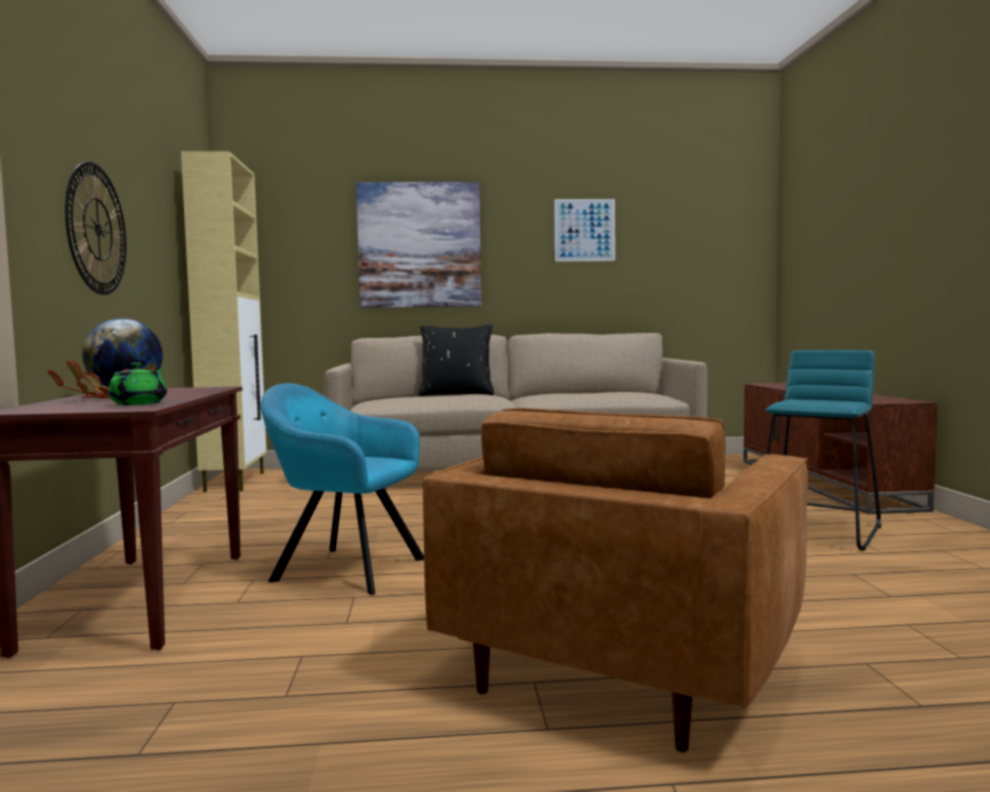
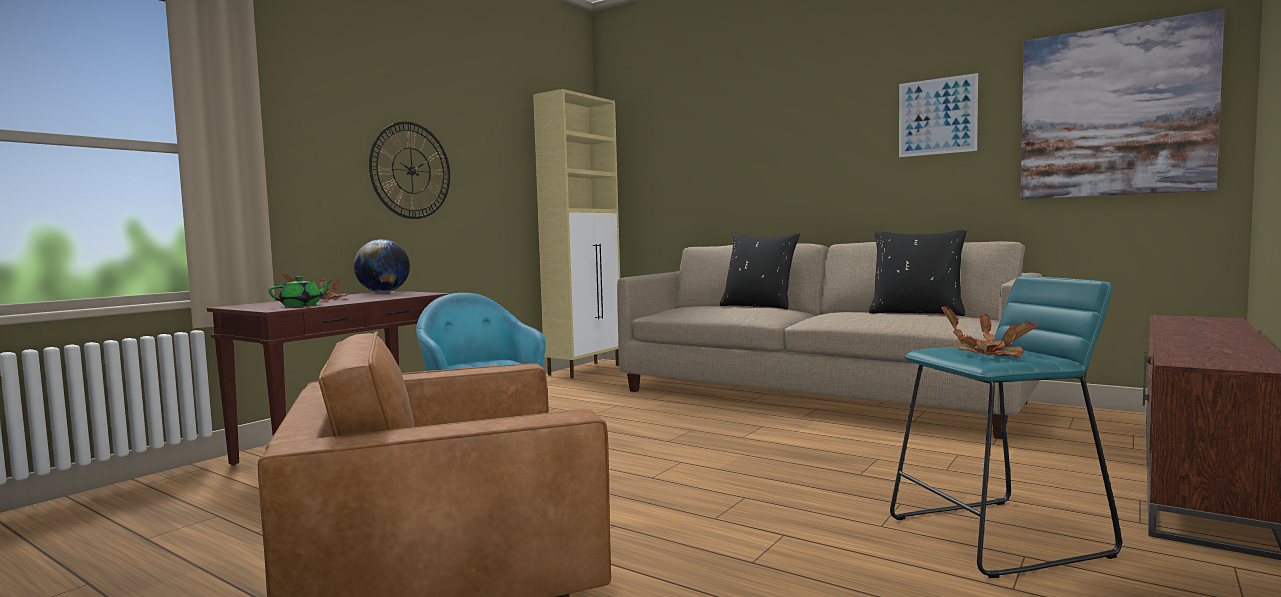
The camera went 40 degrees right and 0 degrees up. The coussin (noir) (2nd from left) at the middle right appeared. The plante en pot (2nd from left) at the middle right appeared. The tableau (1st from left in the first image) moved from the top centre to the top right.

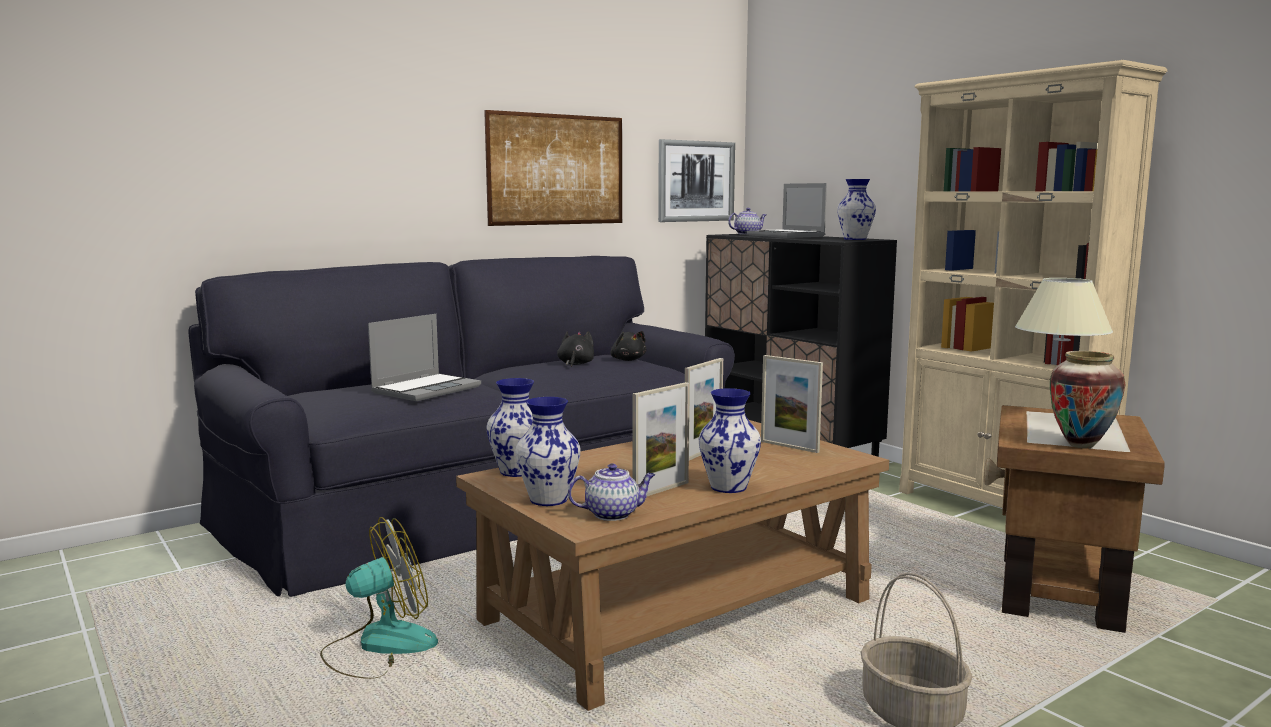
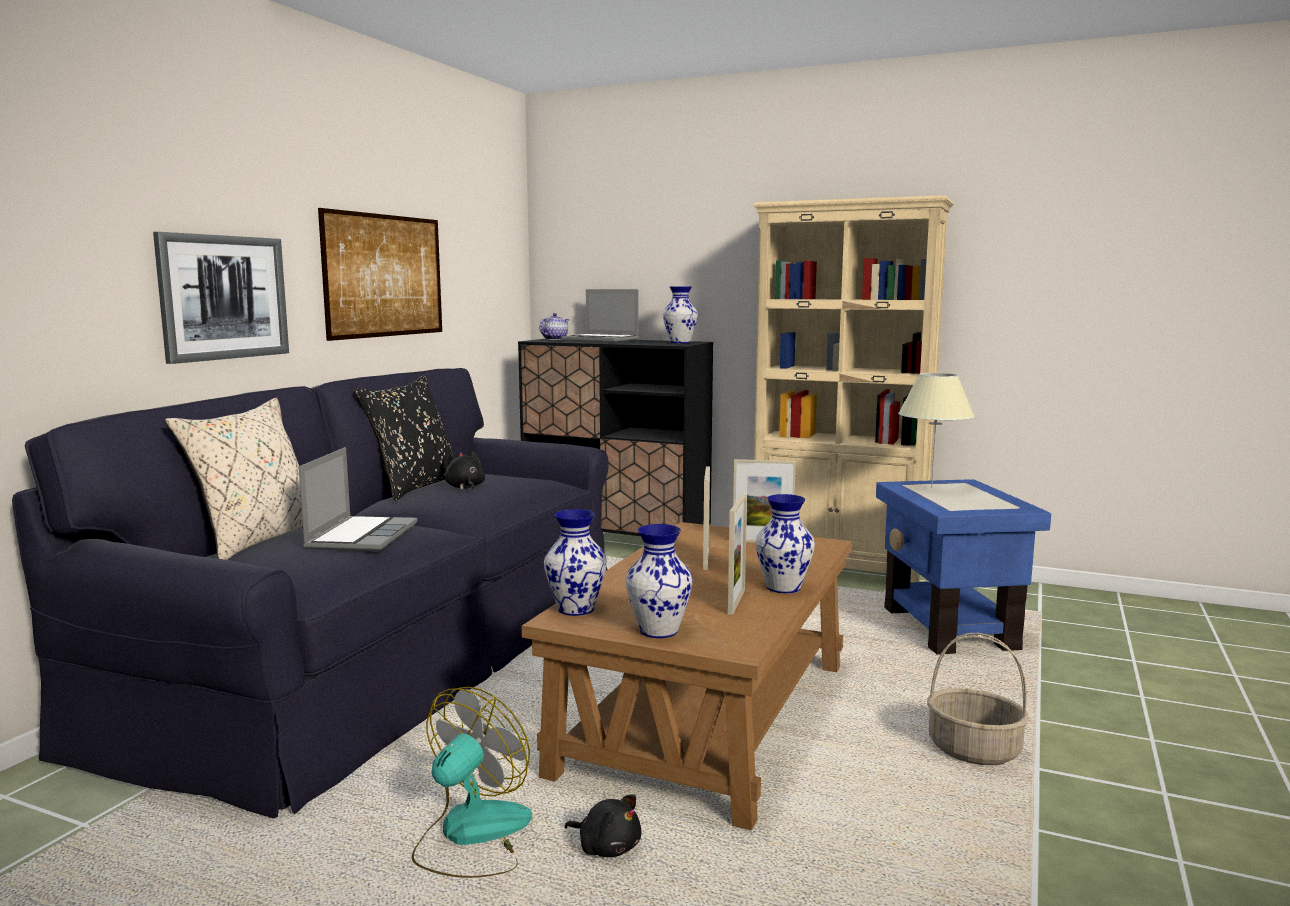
The camera went 30 degrees left and 0 degrees up. The théière (1st from left) at the bottom centre disappeared. The vase (5th from left) at the middle right disappeared. The coussin (beige) at the middle left appeared. The coussin (noir) at the middle left appeared. The peluche (noir) (2nd from left) moved from the centre to the bottom centre. The tableau (2nd from left in the first image) moved from the top centre to the top left. The table d'appoint (marron) at the bottom right became the table d'appoint (bleu) at the middle right.

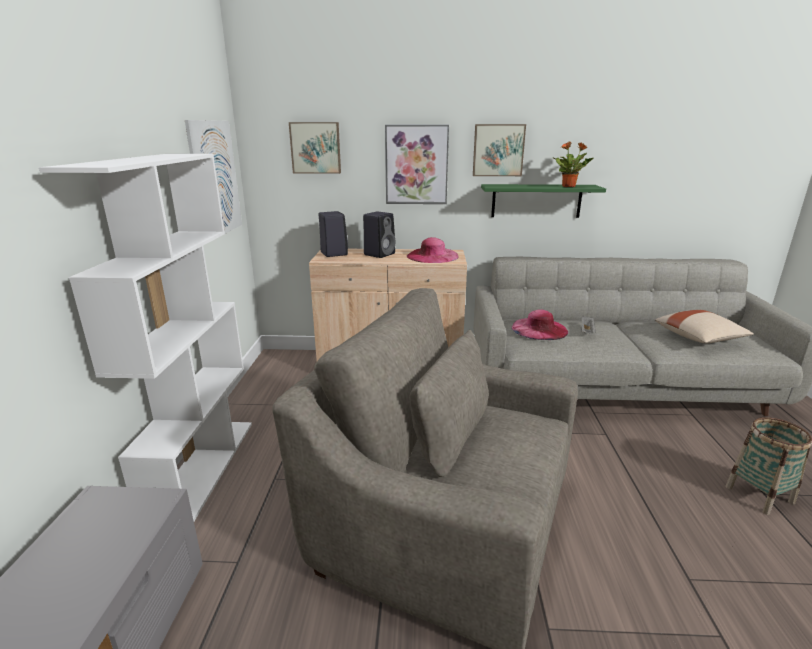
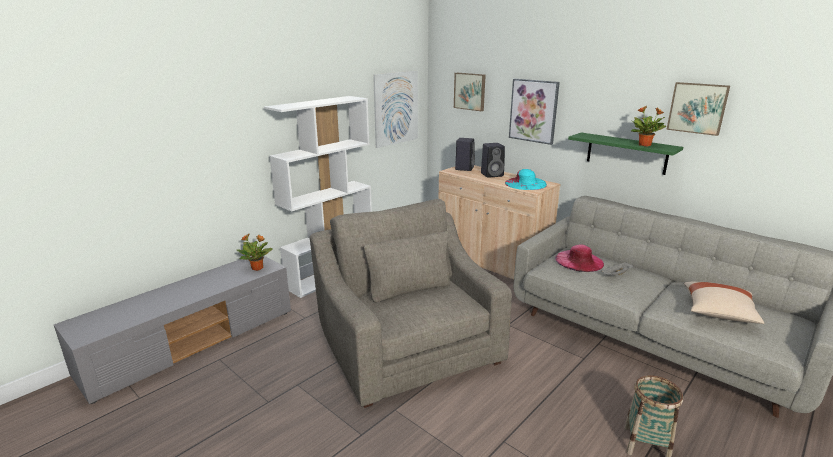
The camera went 40 degrees right and 0 degrees up. The plante en pot (1st from left) at the middle left appeared. The tableau (4th from left) moved from the top centre to the top right. The chapeau (rose) (1st from left) at the centre became the chapeau (turquoise) at the centre.

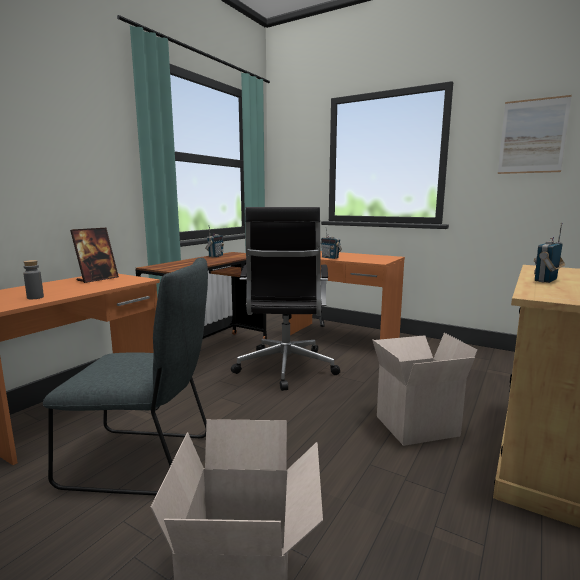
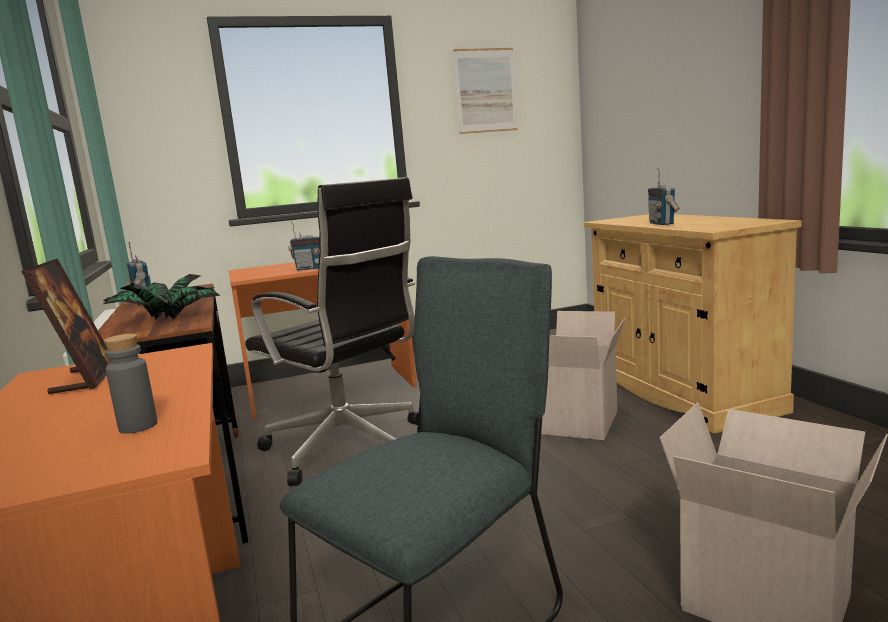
The camera went 50 degrees left and 0 degrees up. The plante en pot at the middle left appeared.

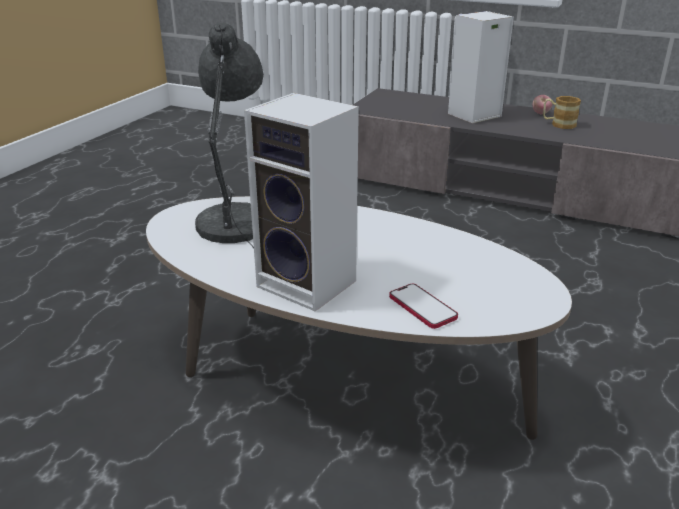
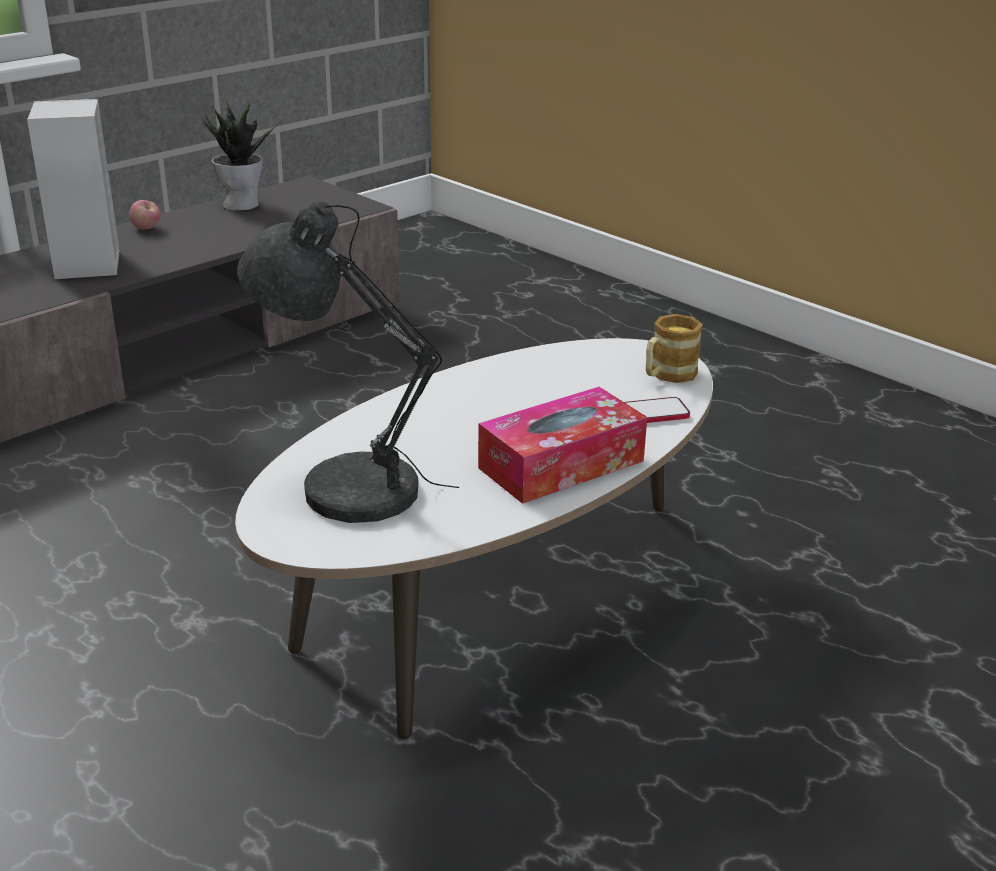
The camera went 70 degrees left and 0 degrees up. The plante en pot at the top left appeared. The mug moved from the top right to the middle right. The enceinte (1st from left) at the centre was replaced by the boîte à mouchoirs at the centre.

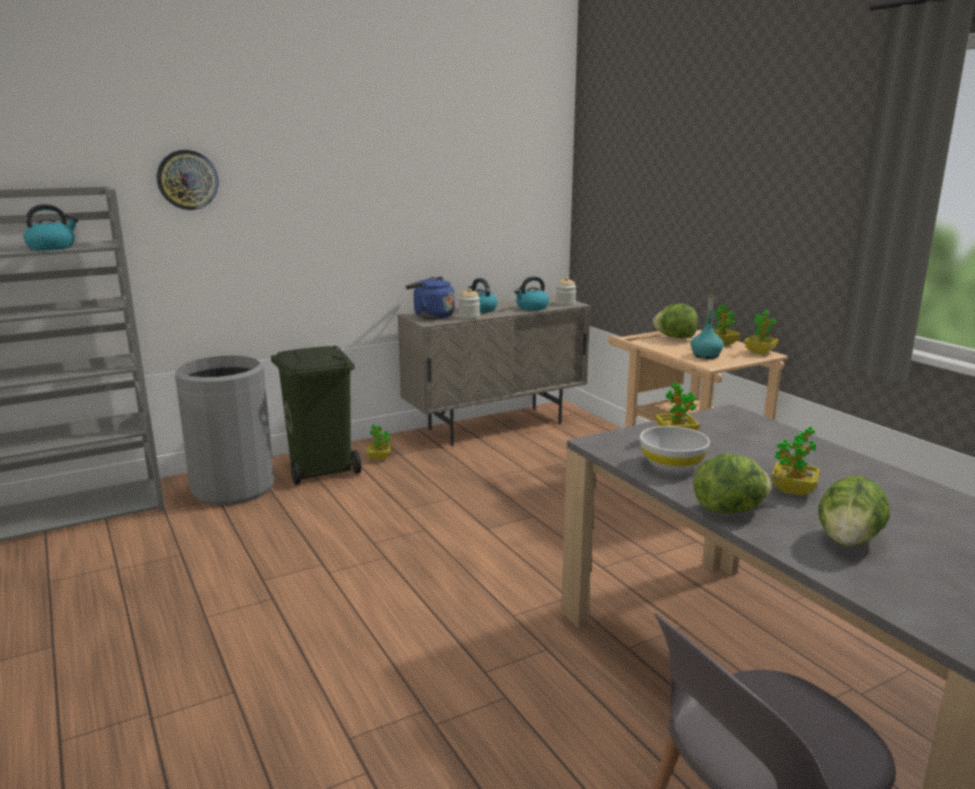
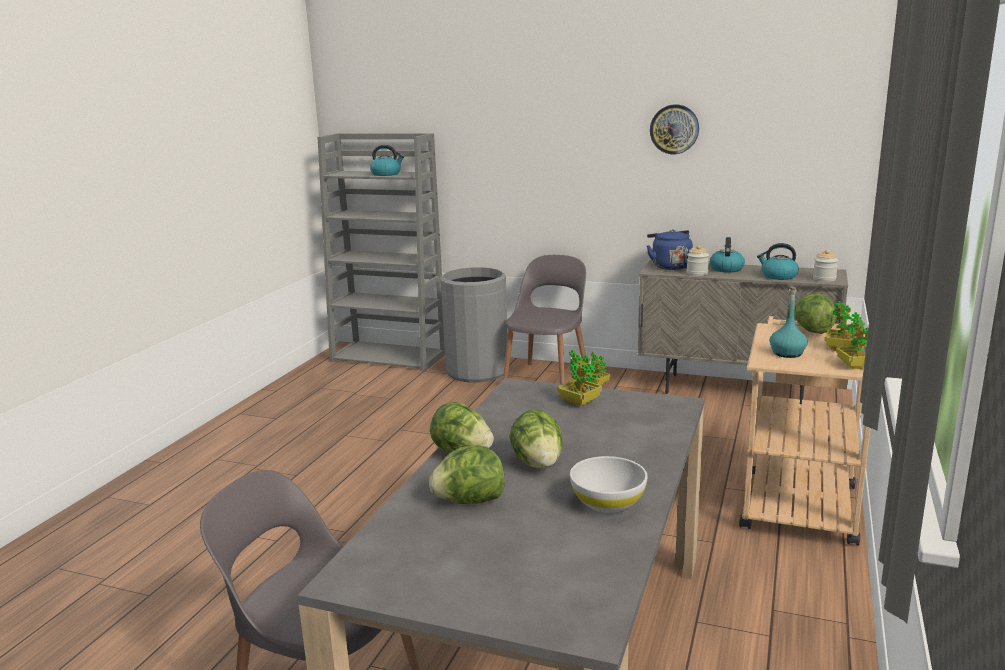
The camera went 50 degrees right and 0 degrees up. The horloge murale moved from the top left to the top right. The bol (blanc) moved from the middle right to the bottom centre. The poubelle (vert) at the middle left was replaced by the chaise (gris) (2nd from left) at the centre. The plante en pot (5th from left) at the middle right was replaced by the laitue (3rd from left) at the centre.

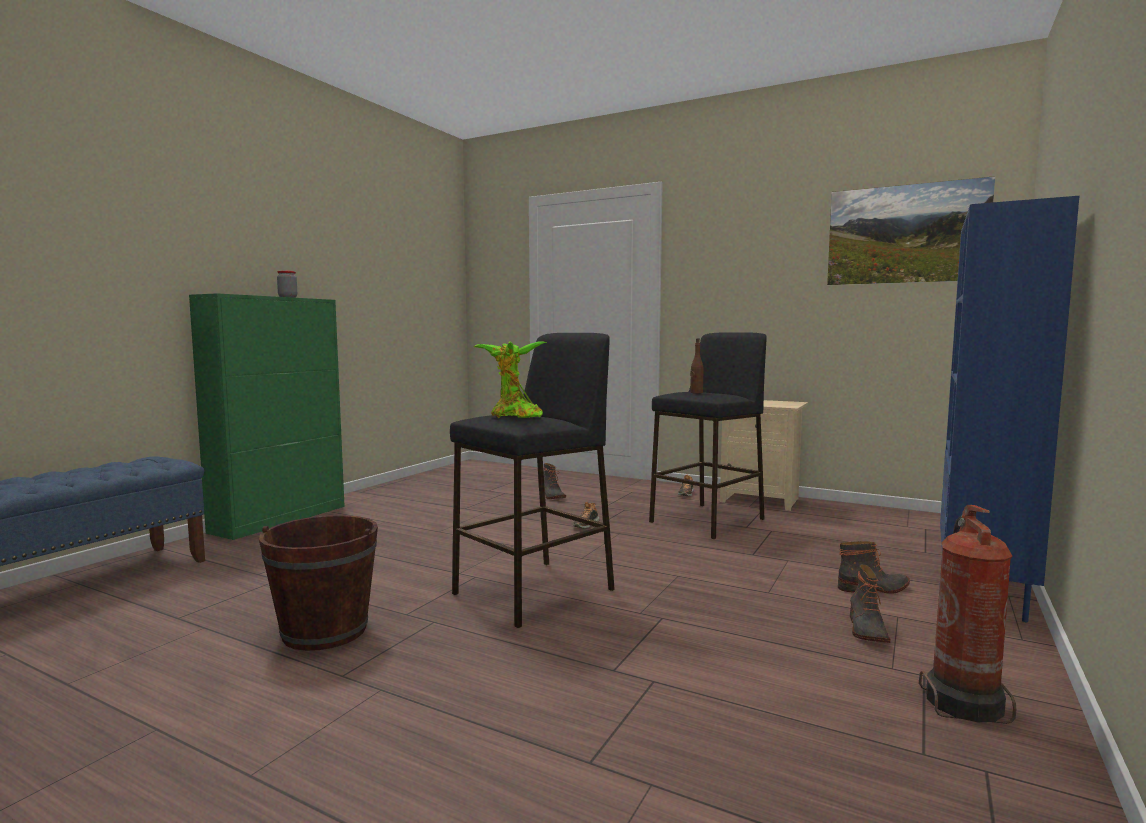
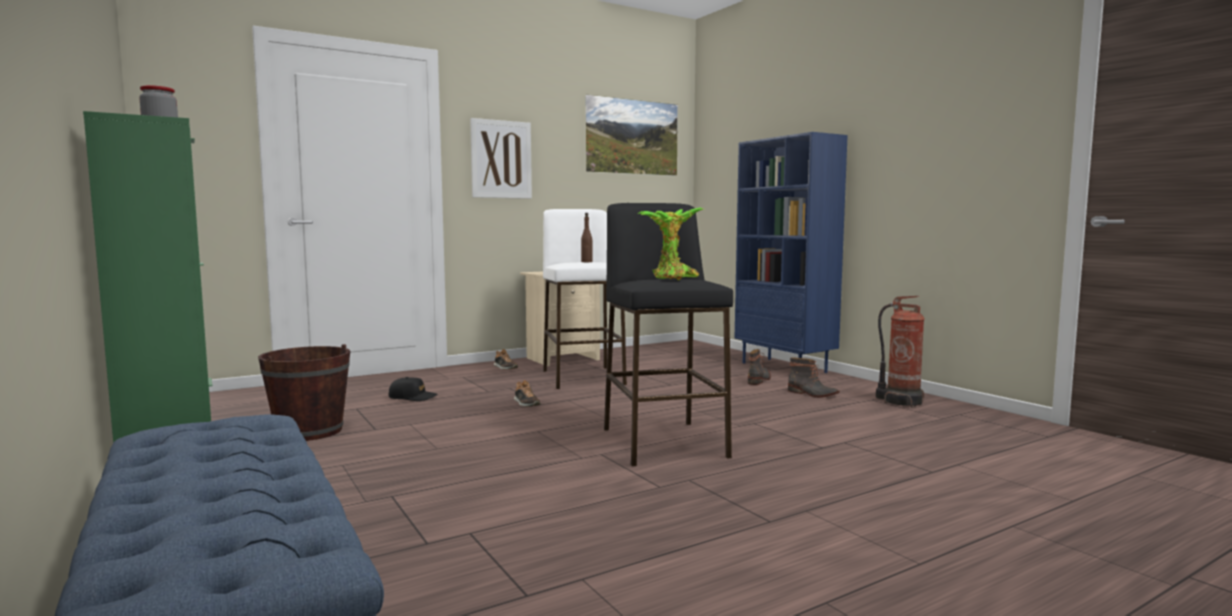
The camera went 60 degrees left and 0 degrees up. The tableau (1st from left) at the top centre appeared. The seau (marron) moved from the bottom left to the middle left. The botte (1st from left) at the centre was replaced by the casquette (noir) at the centre. The tabouret (noir) (2nd from left) at the centre became the tabouret (blanc) at the centre.

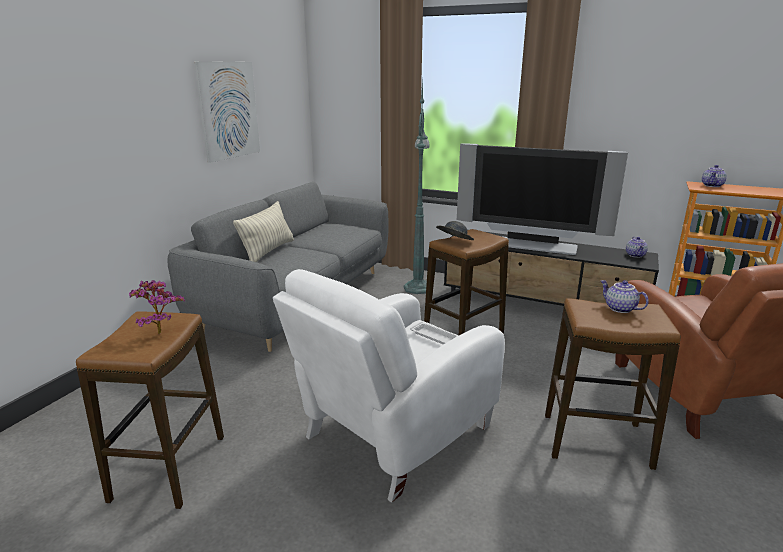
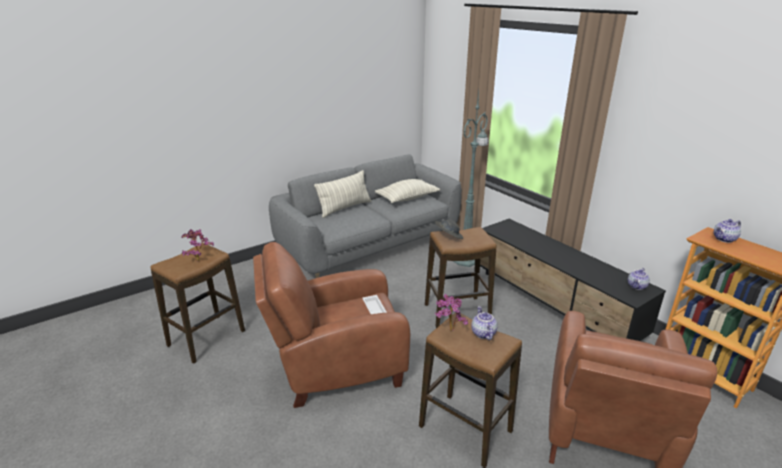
The camera went 30 degrees right and 5 degrees up. The tableau at the top left disappeared. The téléviseur at the middle right disappeared. The coussin (2nd from left) at the centre appeared. The plante en pot (2nd from left) at the bottom centre appeared. The fauteuil (blanc) at the bottom centre became the fauteuil (marron) (1st from left) at the bottom centre.

